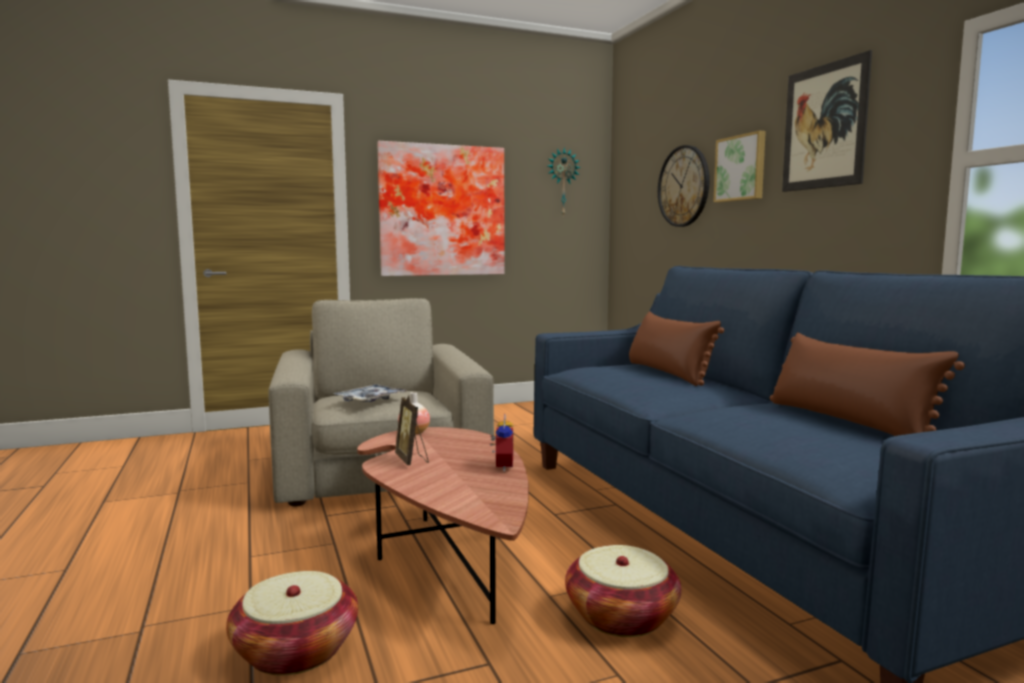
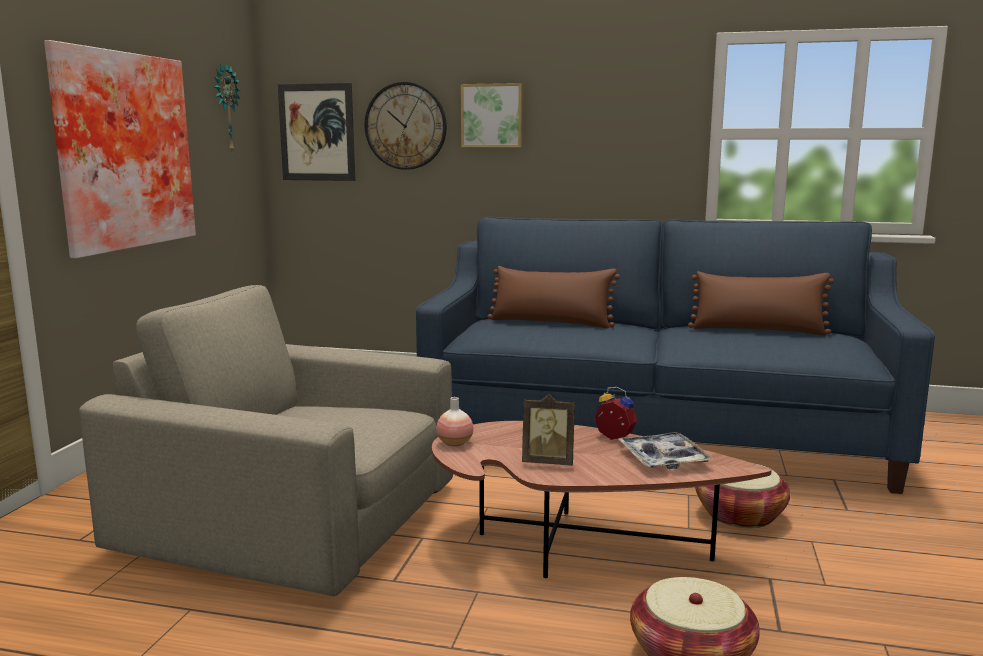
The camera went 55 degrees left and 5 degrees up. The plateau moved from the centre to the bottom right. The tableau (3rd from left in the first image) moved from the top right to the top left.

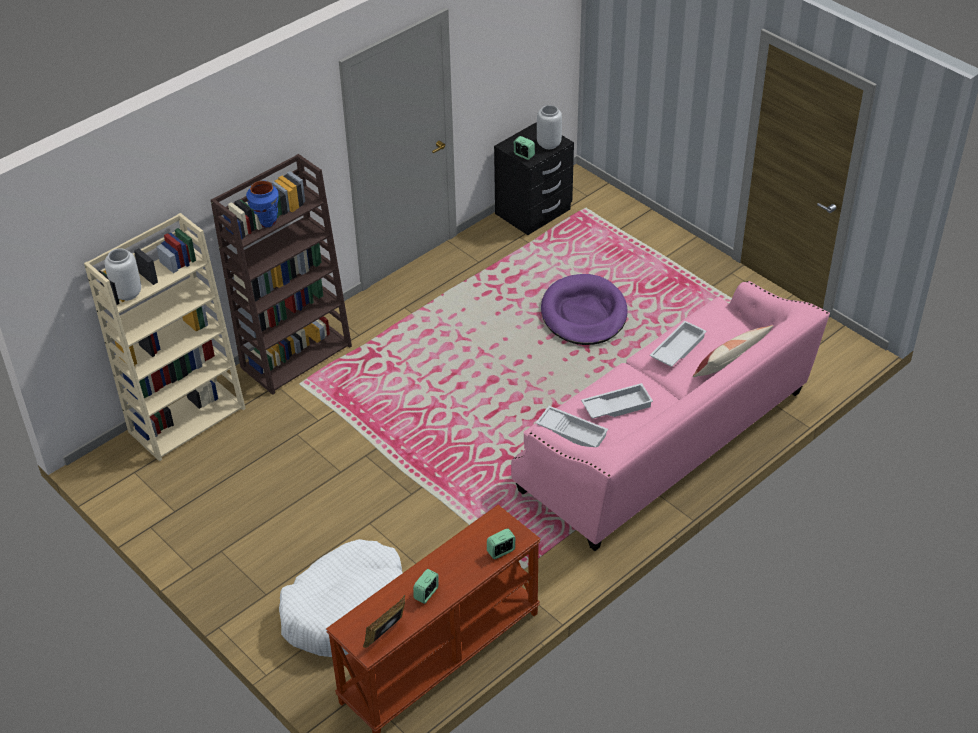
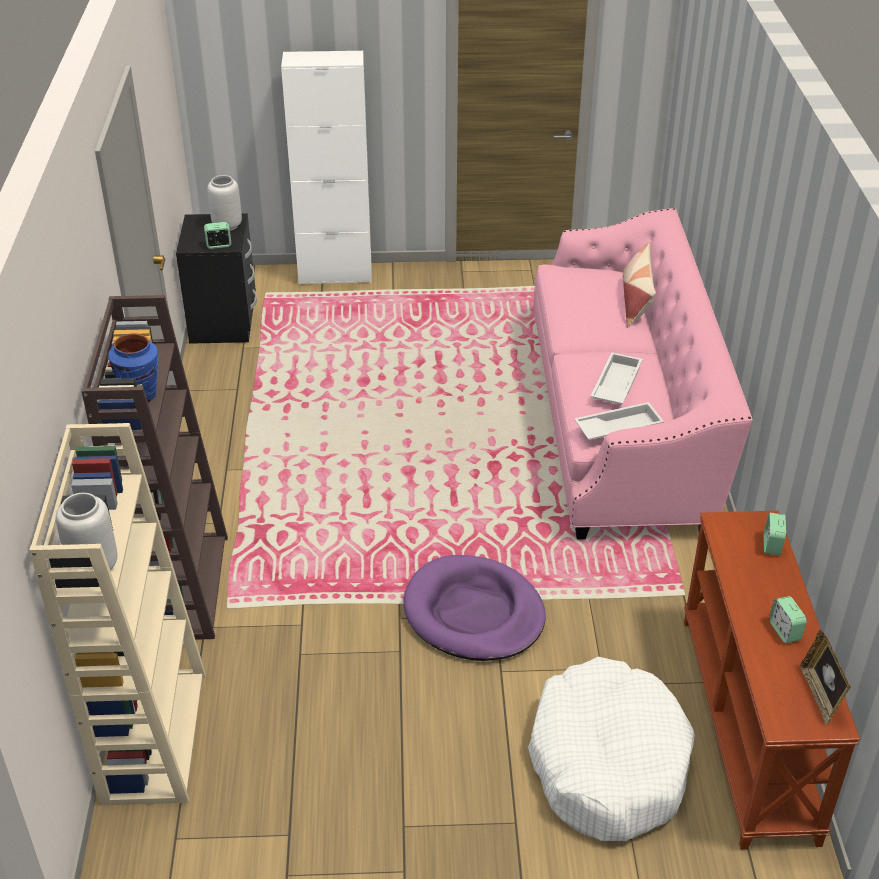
The camera went 50 degrees left and 5 degrees down. The plateau (blanc) (3rd from left) at the middle right disappeared. The meuble de rangement (blanc) at the top centre appeared. The panier pour chien (violet) moved from the centre to the bottom centre.

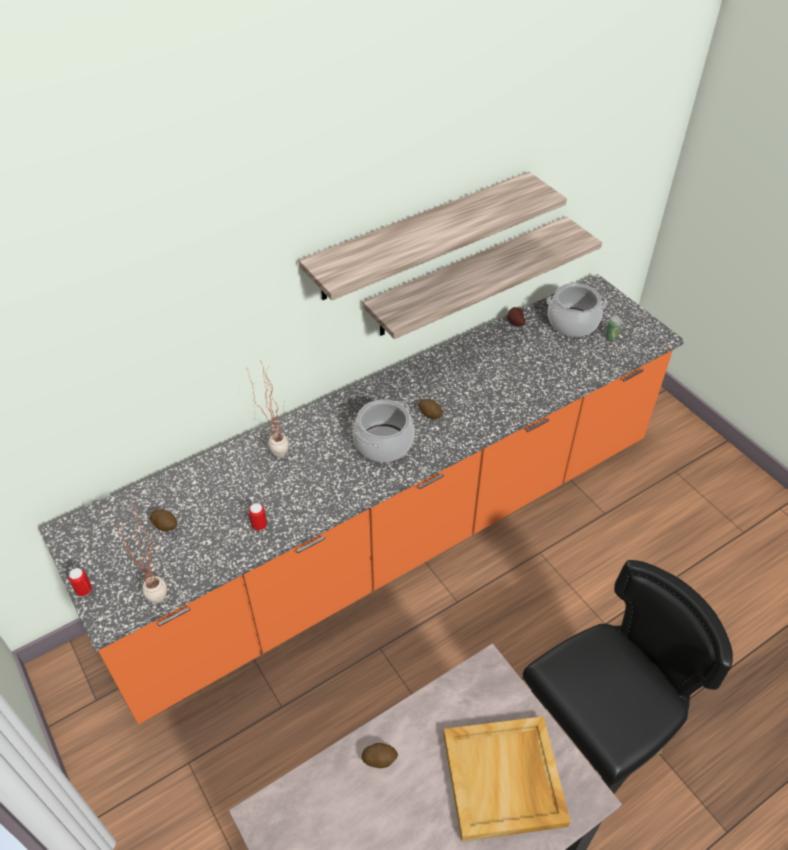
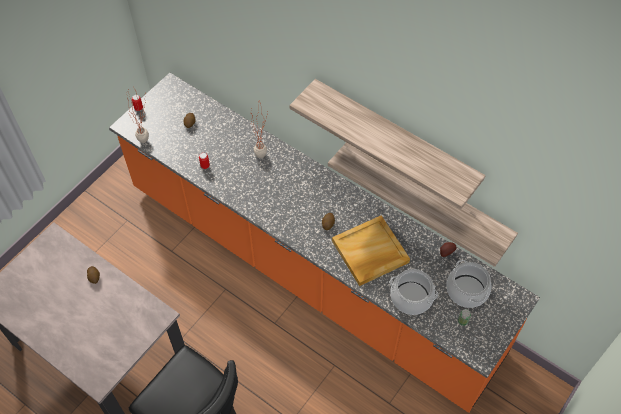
The camera went 70 degrees right and 10 degrees up. The marmite (1st from left) moved from the centre to the bottom right. The plateau (beige) moved from the bottom centre to the centre.

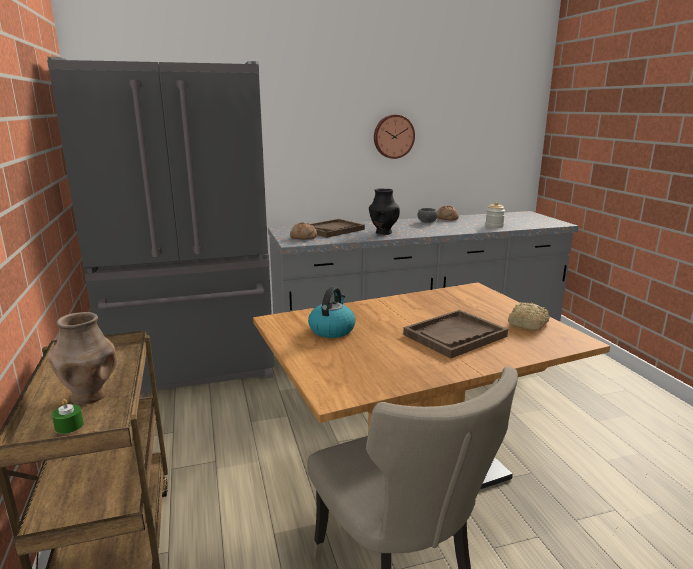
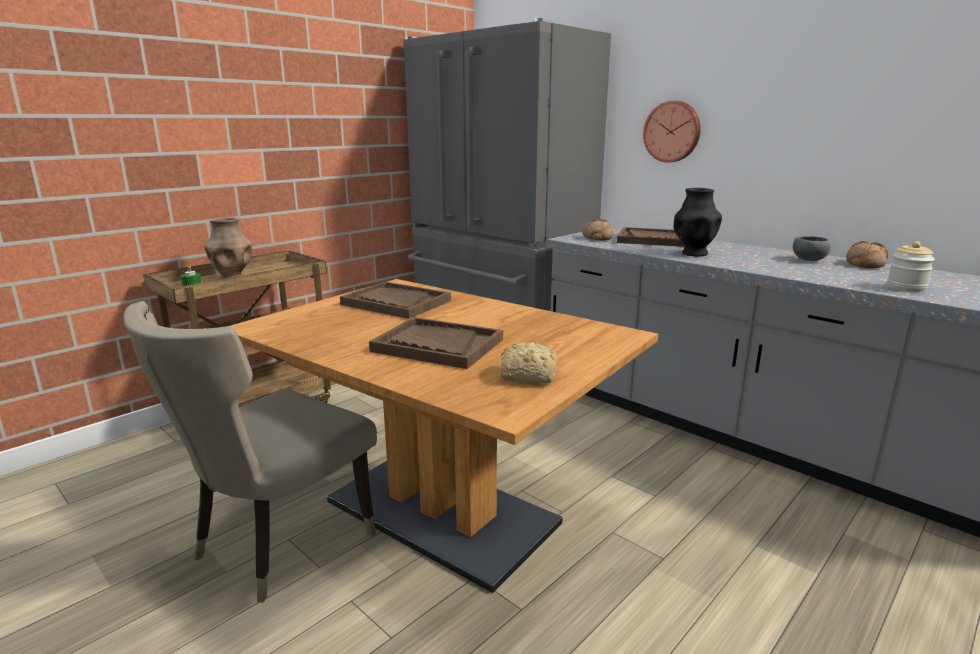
The camera went 60 degrees right and 0 degrees up. The horloge murale moved from the top centre to the top right. The bouilloire at the centre was replaced by the plateau (marron) (1st from left) at the centre.

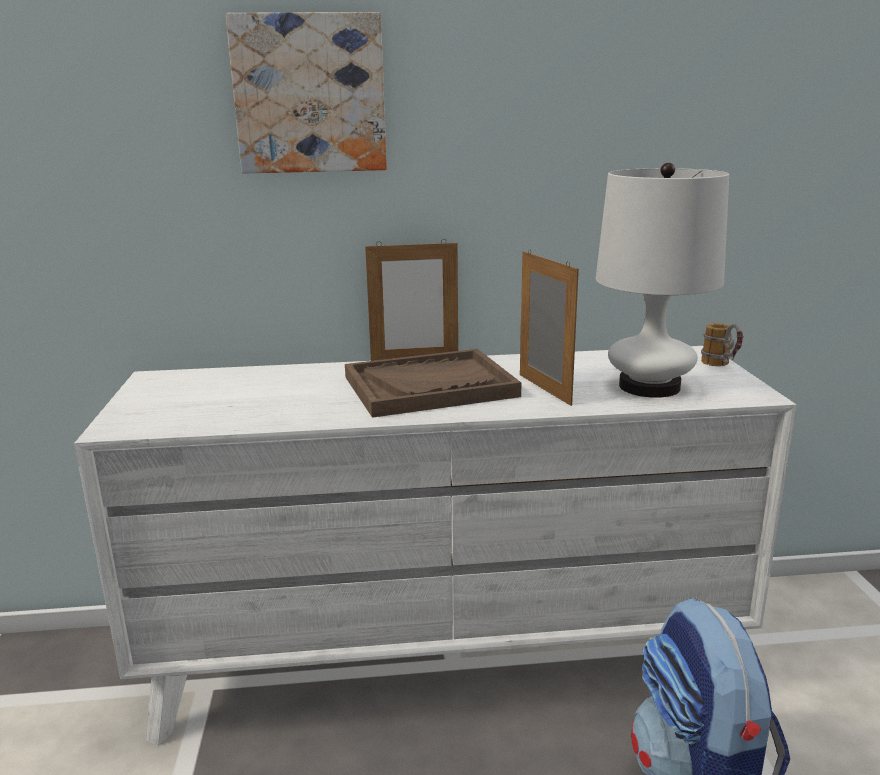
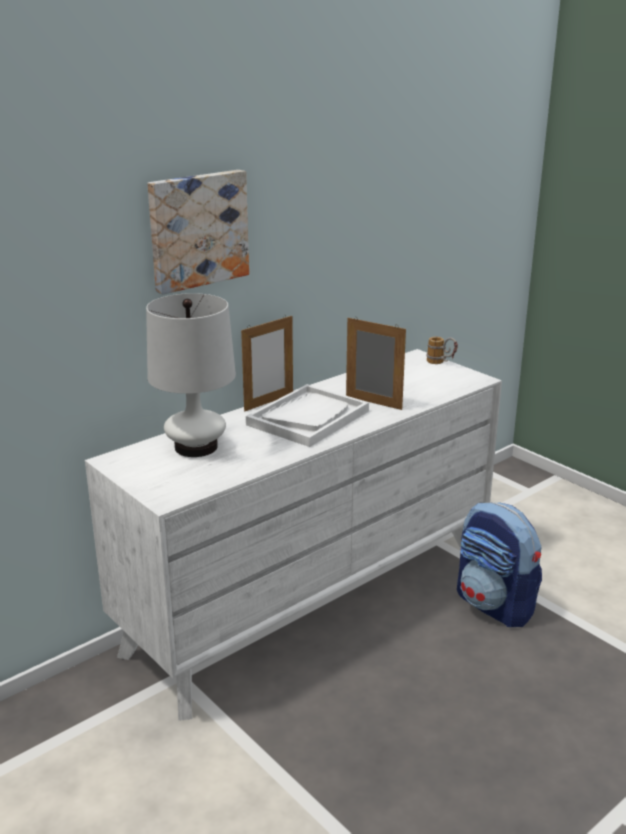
The camera went 35 degrees left and 5 degrees up. The lampe de table (blanc) moved from the middle right to the middle left. The plateau (marron) at the centre became the plateau (blanc) at the centre.

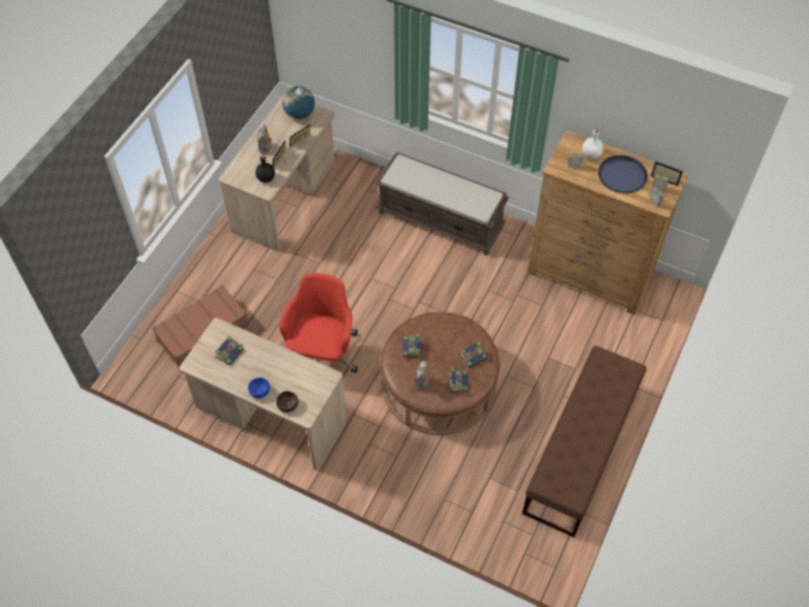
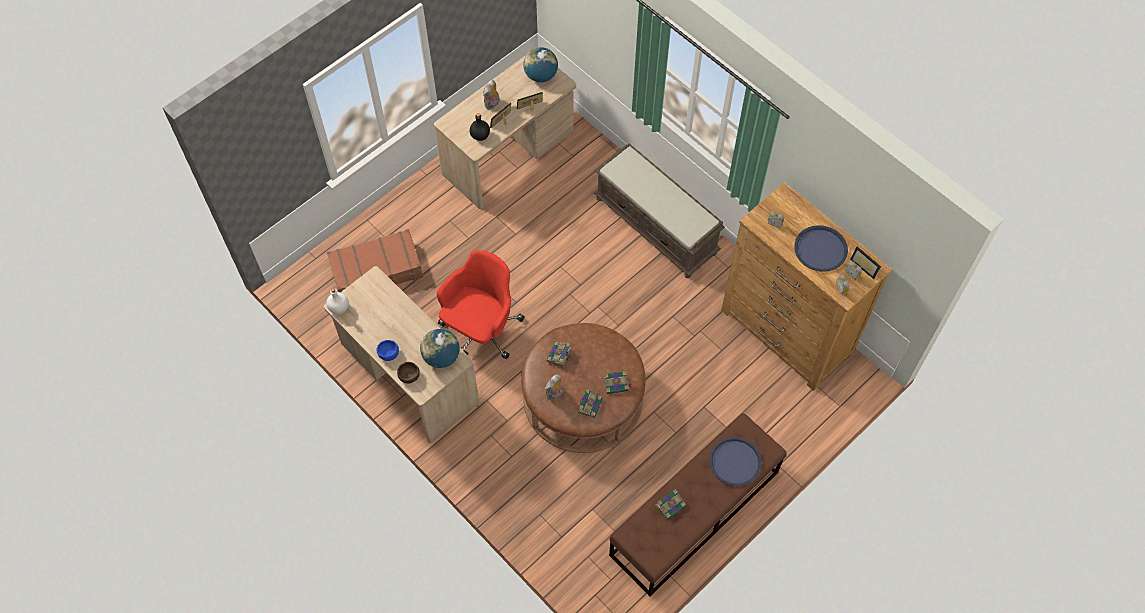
The camera went 20 degrees right and 5 degrees up. The globe (1st from left) at the centre appeared. The plateau (bleu) (1st from left) at the bottom centre appeared. The livre (1st from left in the first image) moved from the middle left to the bottom centre. The bouteille (blanc) moved from the top right to the middle left.

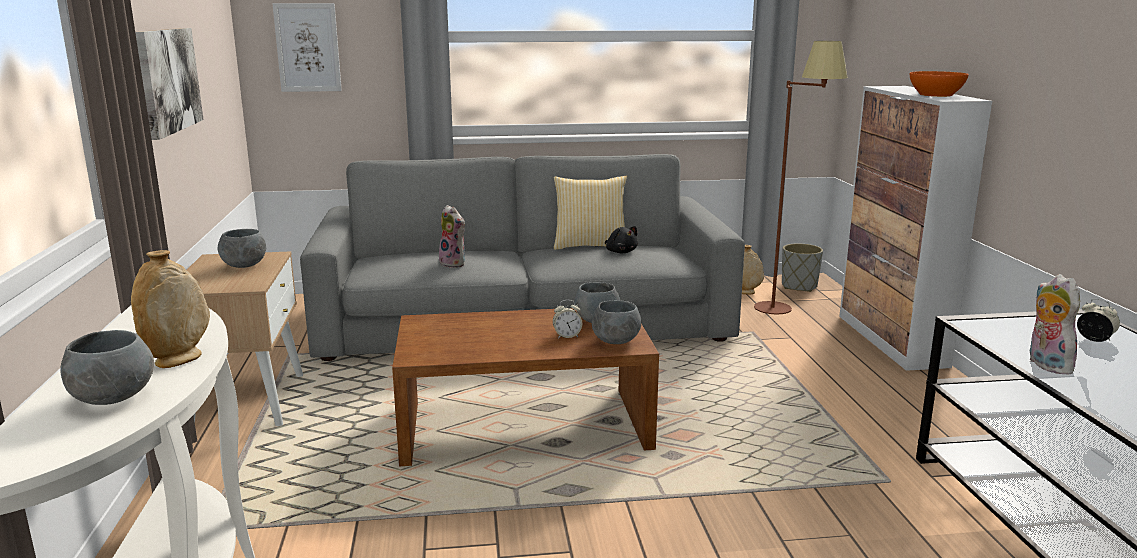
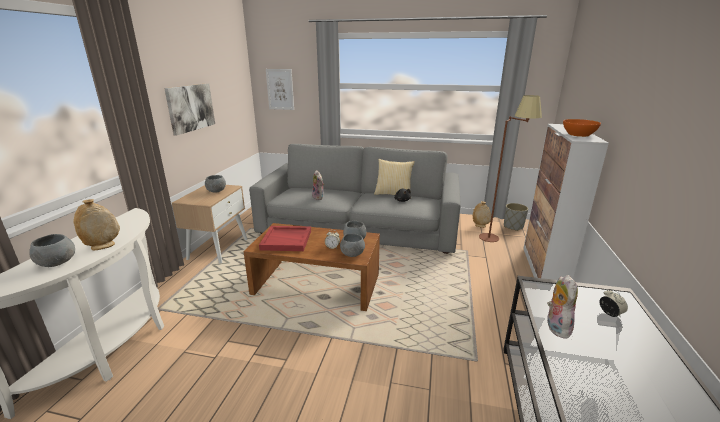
The camera went 20 degrees right and 5 degrees up. The plateau (rouge) at the centre appeared.

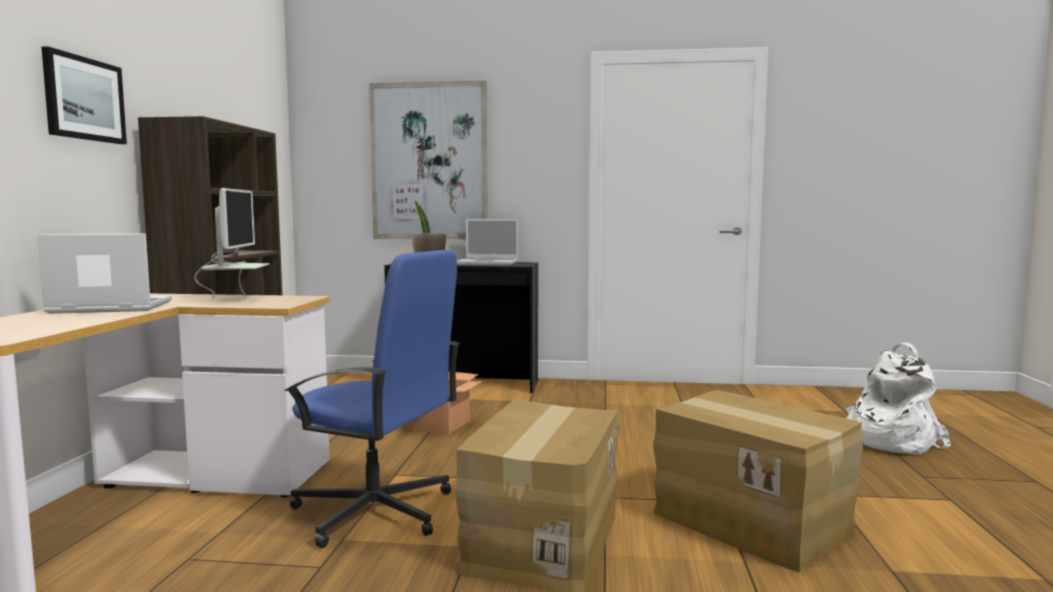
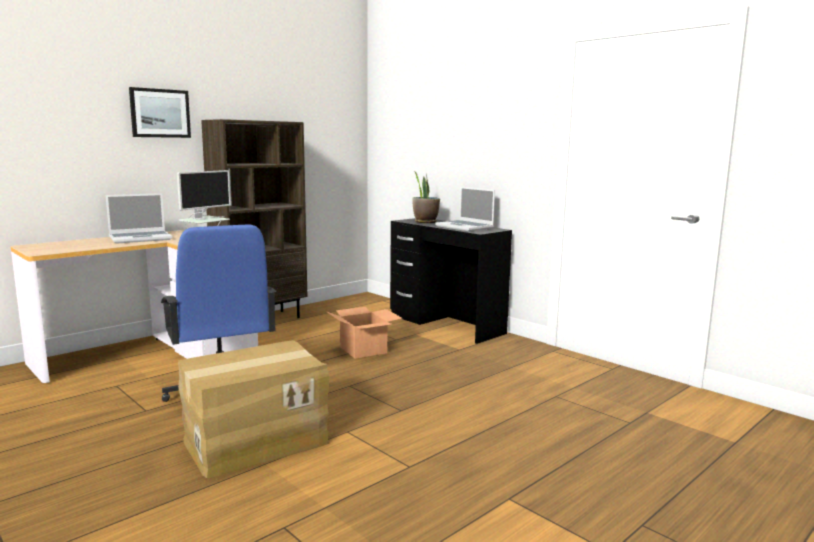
The camera went 40 degrees right and 5 degrees up. The tableau (2nd from left) at the top centre disappeared. The carton (3rd from left) at the bottom right disappeared. The sac à dos (blanc) at the bottom right disappeared. The ordinateur portable (1st from left) at the middle left turned 120 degrees clockwise.

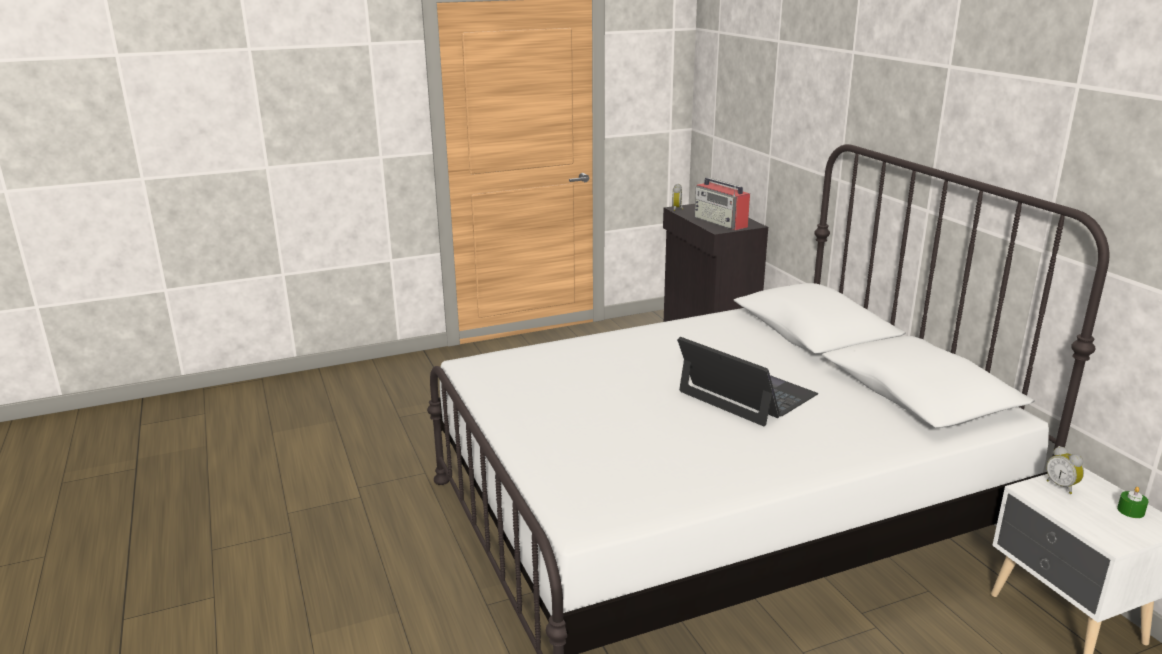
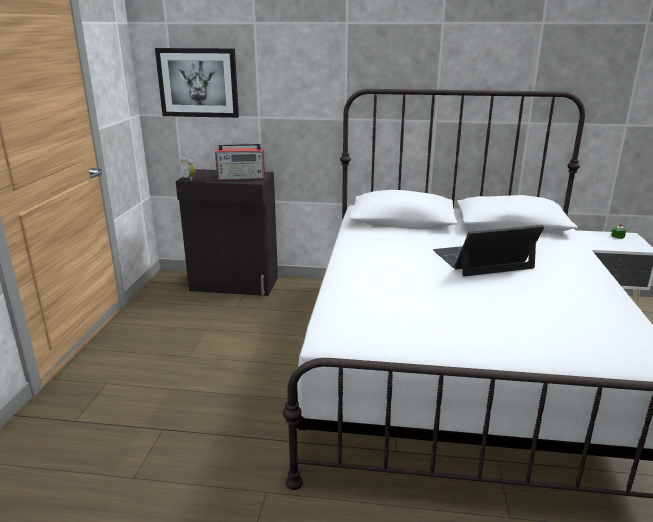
The camera went 60 degrees left and 0 degrees up. The réveil (2nd from left) at the bottom right disappeared. The tableau at the top left appeared.

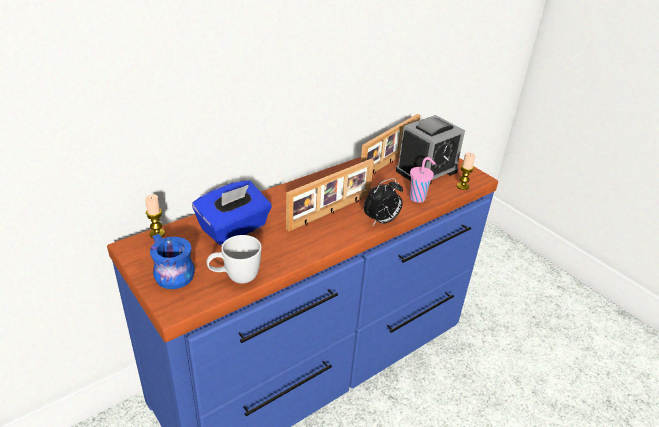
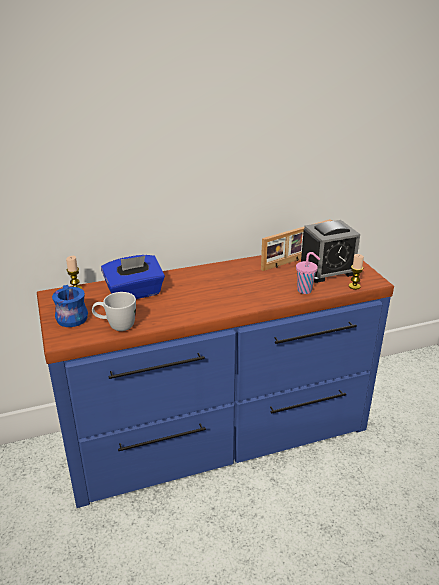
The camera went 20 degrees right and 5 degrees down. The cadre photo (1st from left) at the centre disappeared. The réveil (1st from left) at the centre disappeared.

